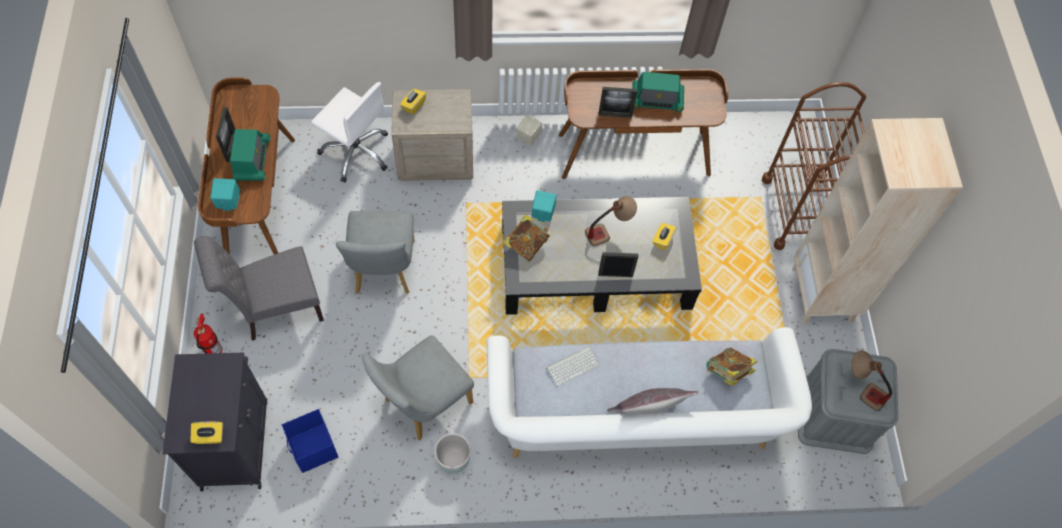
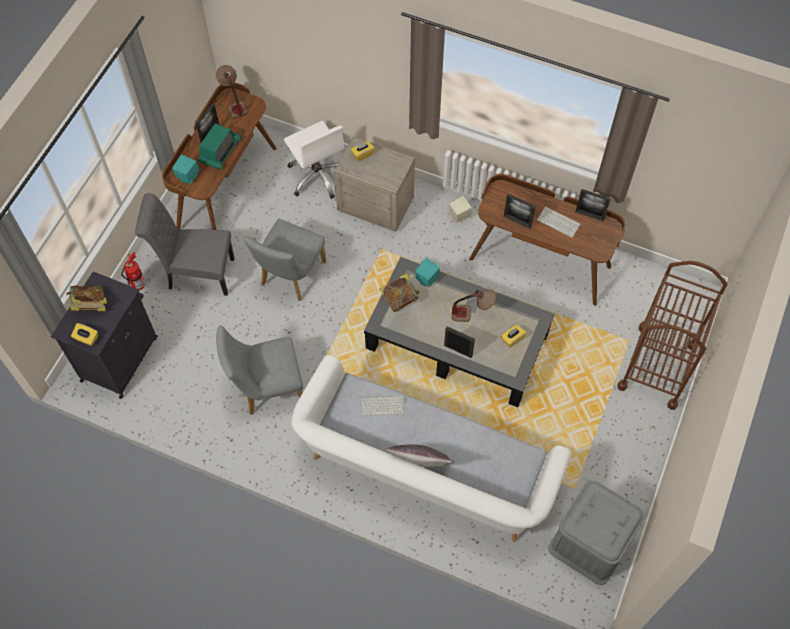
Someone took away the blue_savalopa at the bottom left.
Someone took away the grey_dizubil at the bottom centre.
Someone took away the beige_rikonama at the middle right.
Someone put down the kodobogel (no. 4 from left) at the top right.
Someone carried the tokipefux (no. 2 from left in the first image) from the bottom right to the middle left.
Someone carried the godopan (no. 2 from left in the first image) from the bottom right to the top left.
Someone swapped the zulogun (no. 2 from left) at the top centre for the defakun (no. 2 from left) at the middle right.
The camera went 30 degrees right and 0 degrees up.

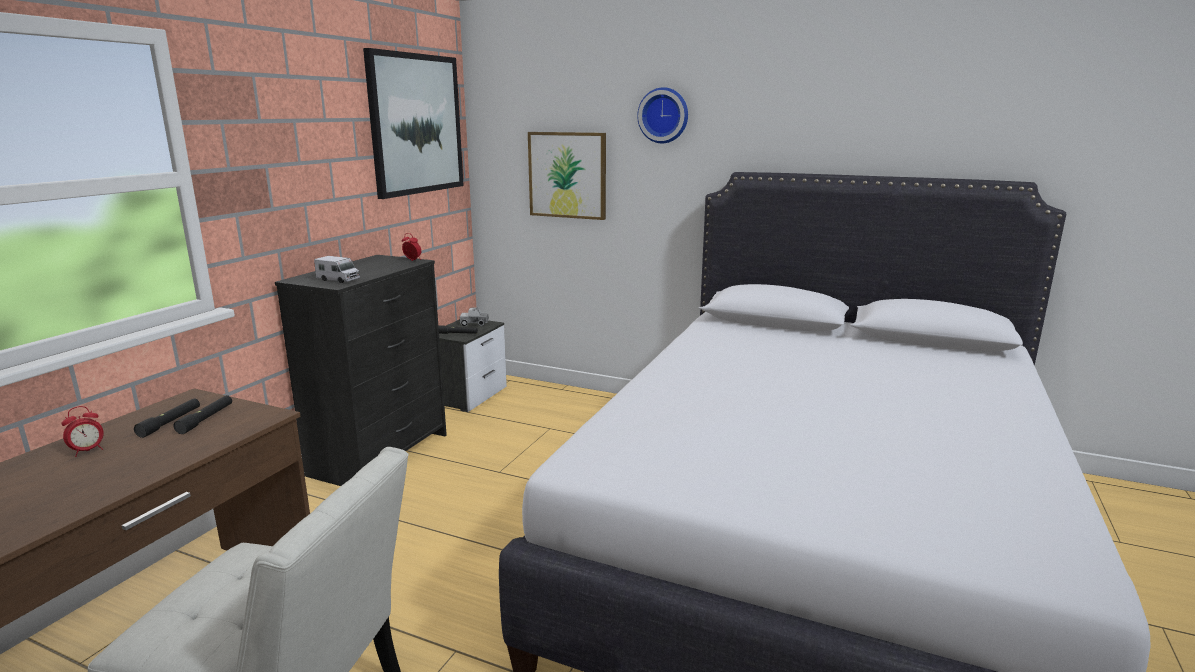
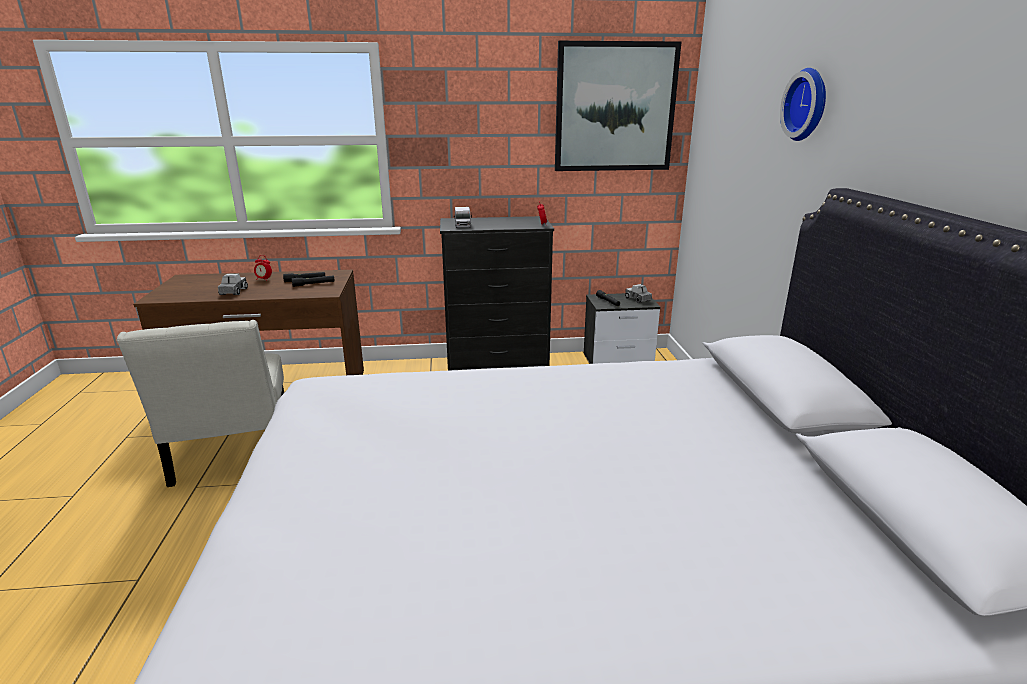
Someone took away the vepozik (no. 2 from left) at the top centre.
Someone put down the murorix (no. 1 from left) at the middle left.
The camera went 60 degrees right and 5 degrees up.

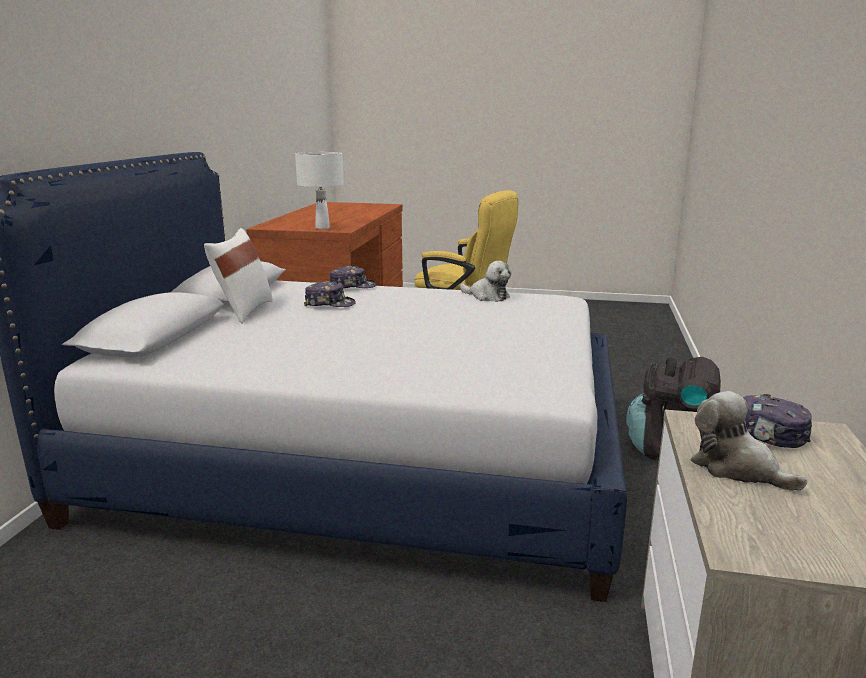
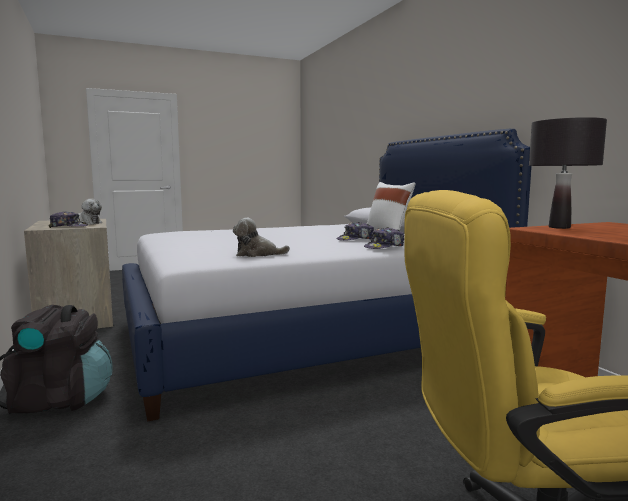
Someone repainted the white_godopan at the top centre, which became the black_godopan at the middle right.
The camera went 145 degrees right and 10 degrees down.

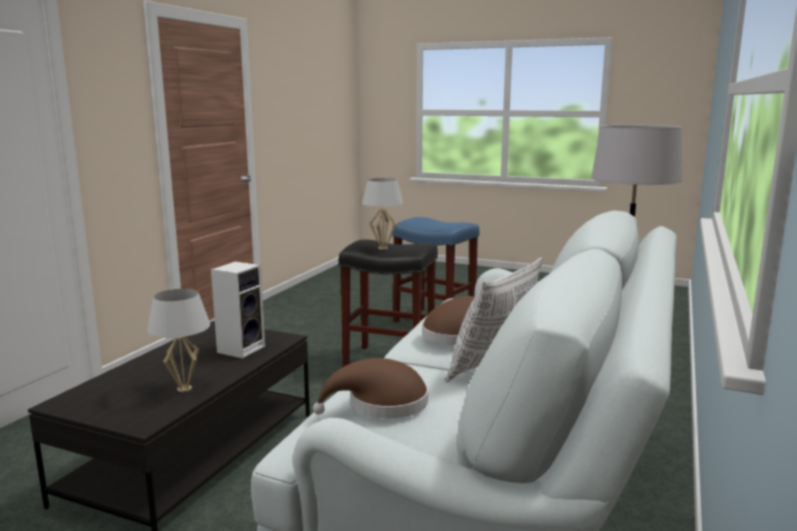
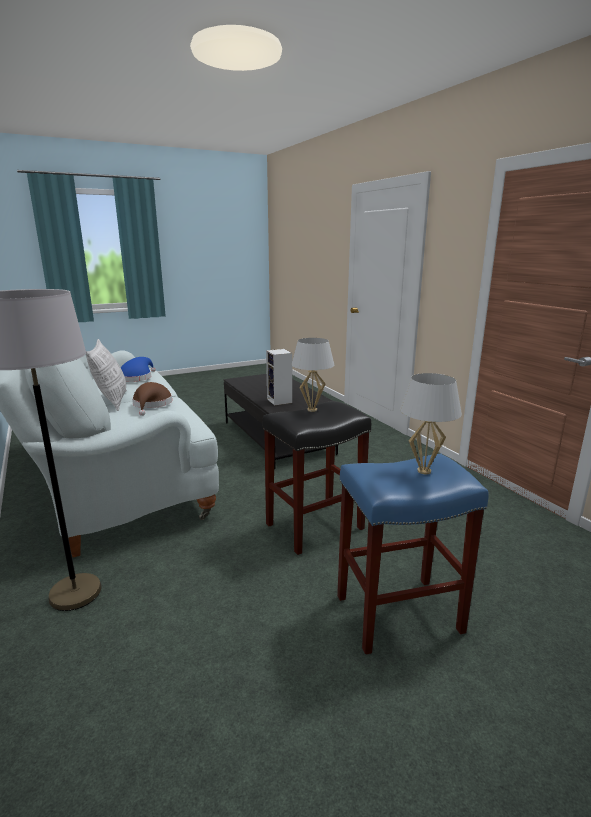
Someone carried the white_godopan (no. 1 from left in the first image) from the middle left to the middle right.
Someone repainted the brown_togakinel (no. 1 from left) at the bottom centre, which became the blue_togakinel at the middle left.
The camera went 130 degrees right and 5 degrees up.

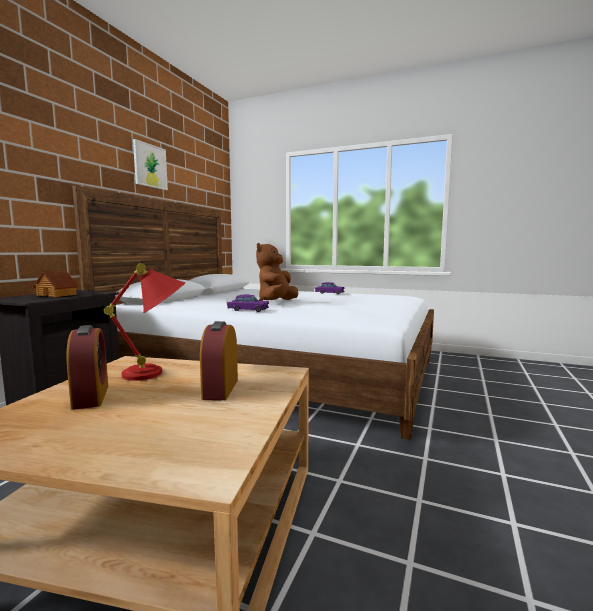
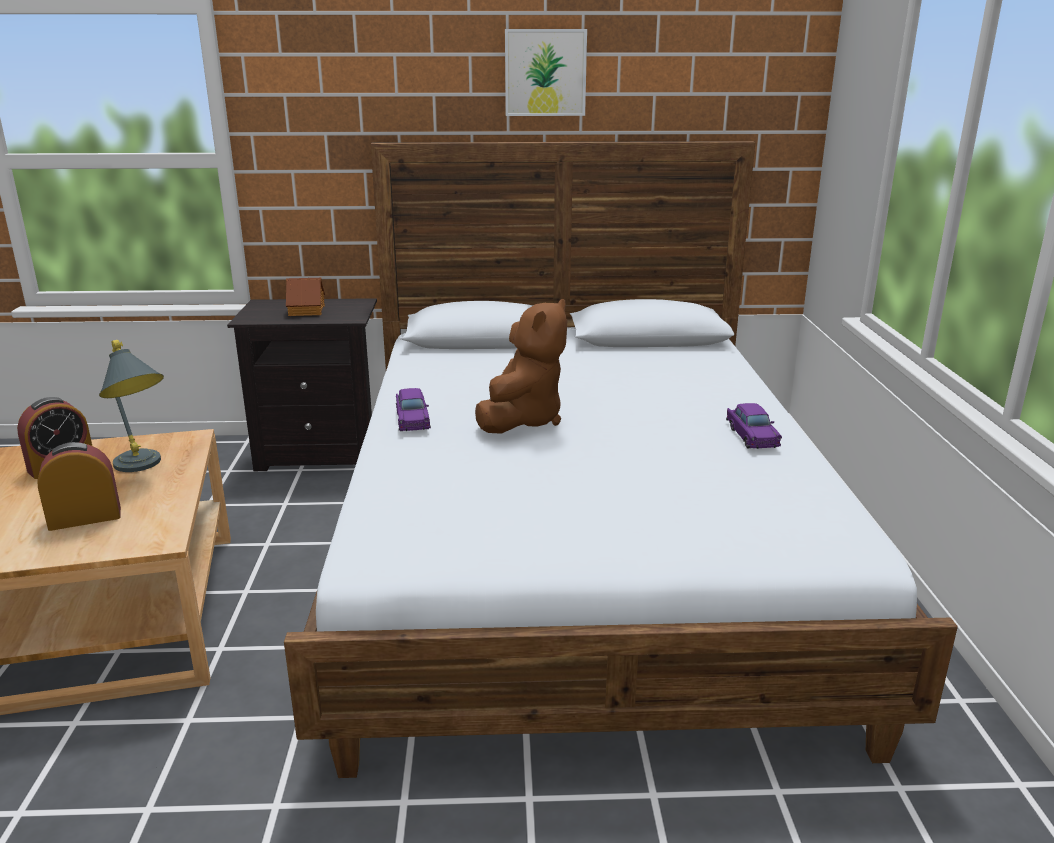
Someone repainted the red_godopan at the middle left, which became the grey_godopan at the middle left.
Someone rotated the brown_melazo at the centre by 120 degrees clockwise.
The camera went 65 degrees right and 15 degrees up.

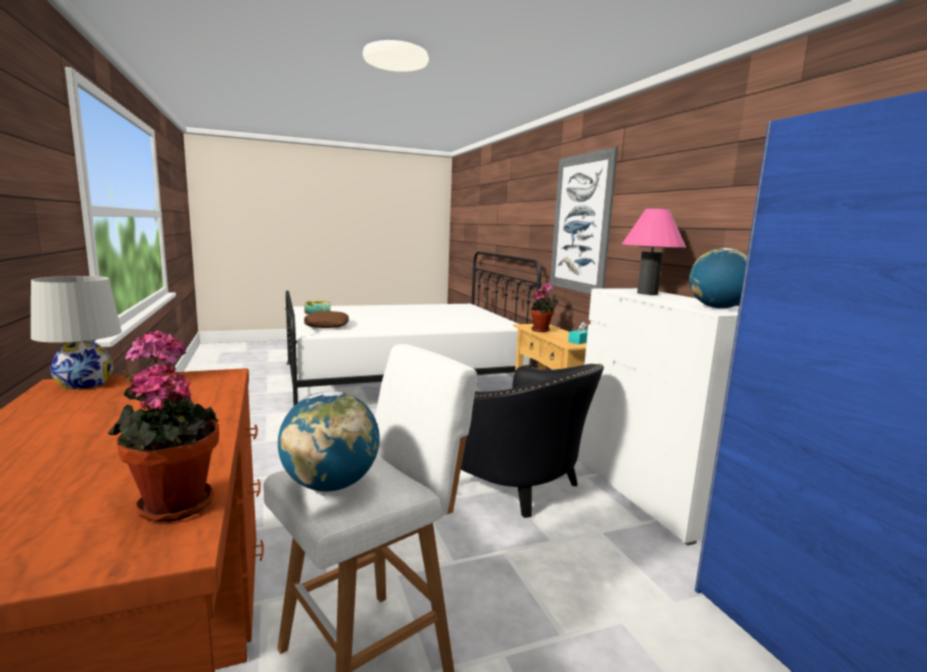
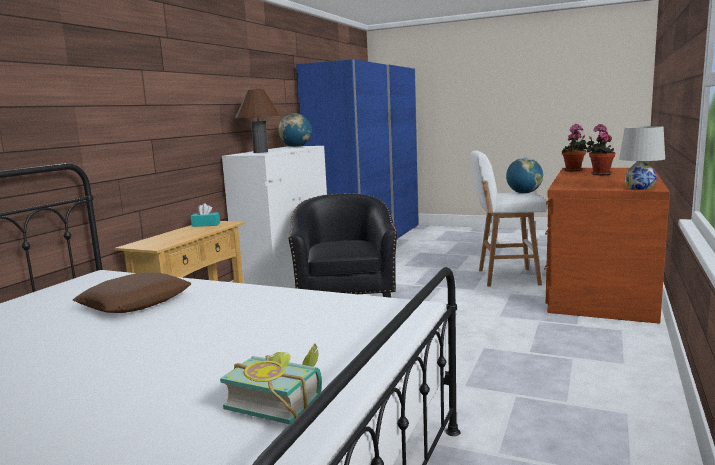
Someone took away the vepozik at the top centre.
Someone carried the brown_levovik from the centre to the middle left.
Someone carried the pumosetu (no. 2 from left) from the centre to the top right.
Someone repainted the pink_godopan at the middle right, which became the brown_godopan at the top centre.
The camera went 135 degrees left and 0 degrees up.

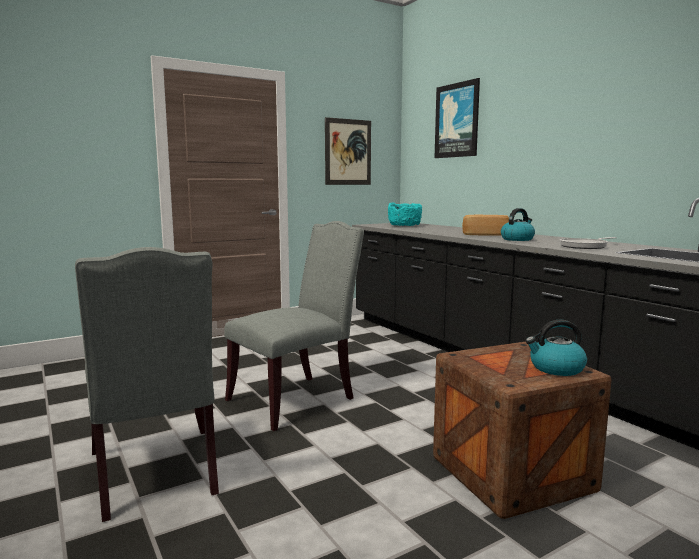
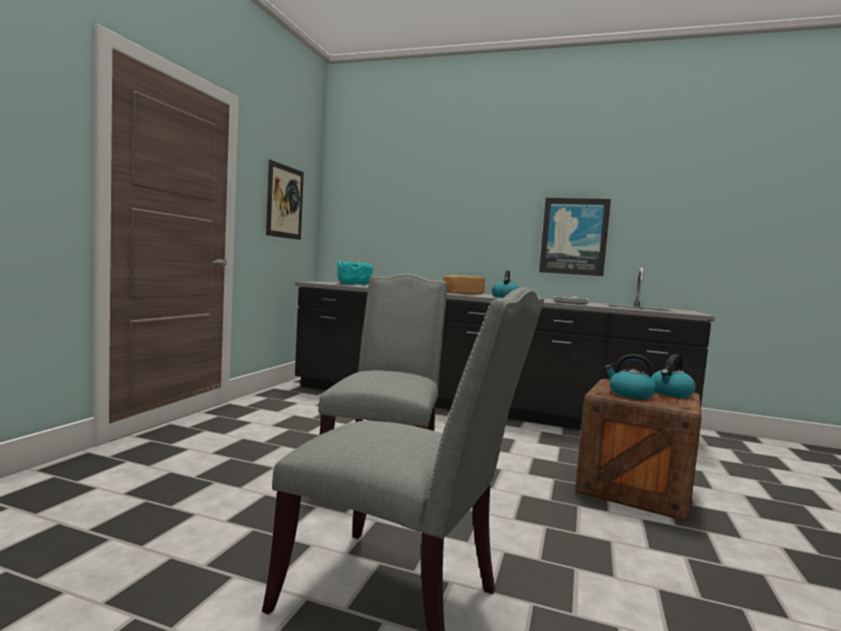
Someone put down the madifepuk (no. 2 from left) at the middle right.
Someone carried the vepozik (no. 2 from left) from the top centre to the middle right.
The camera went 40 degrees left and 5 degrees down.

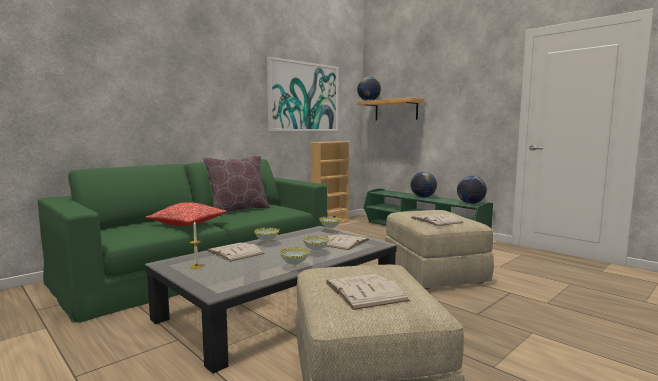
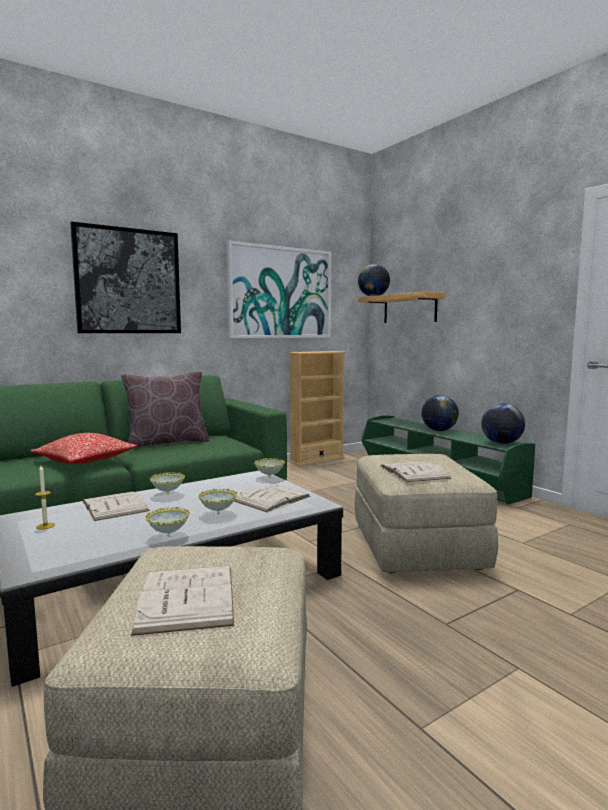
Someone put up the vepozik (no. 1 from left) at the middle left.
The camera went 10 degrees right and 0 degrees up.

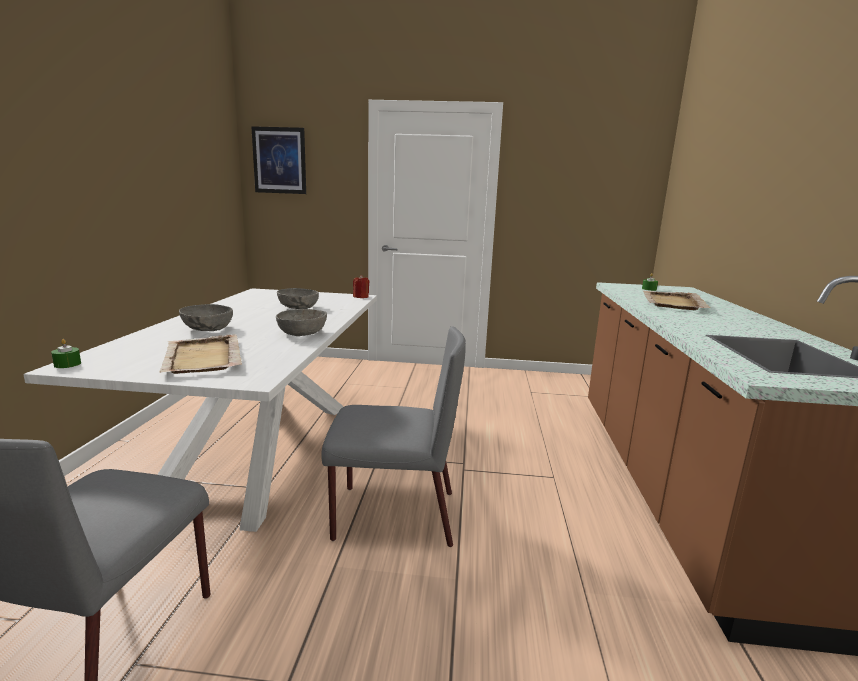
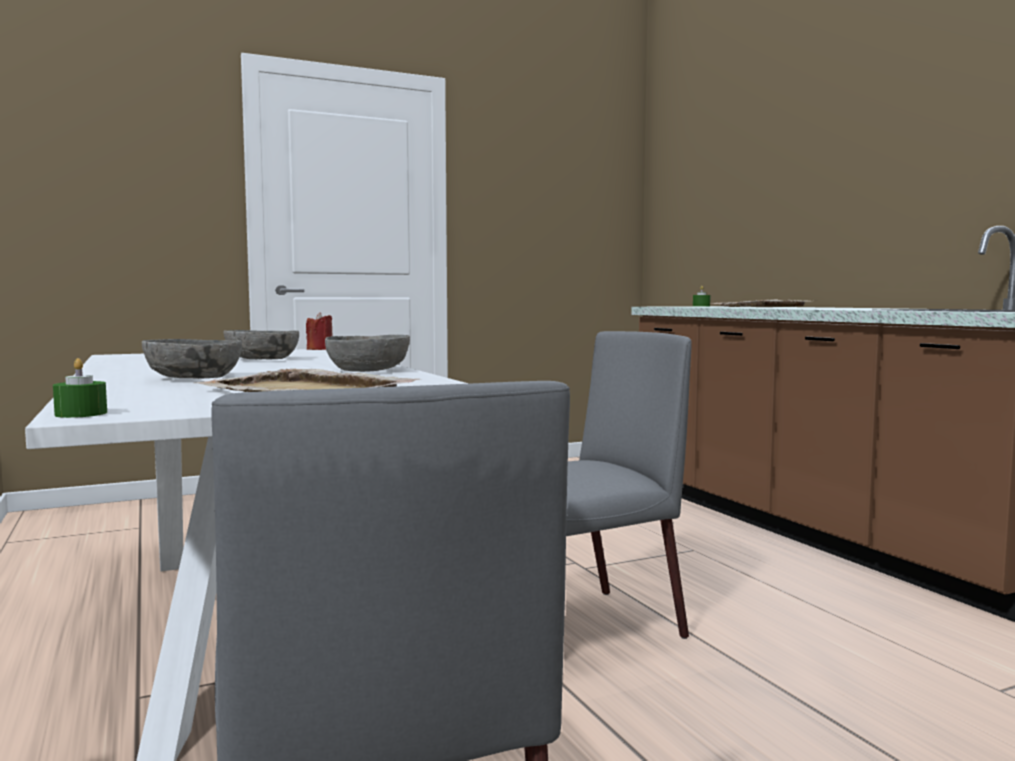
Someone took away the vepozik at the top left.
The camera went 30 degrees left and 10 degrees down.

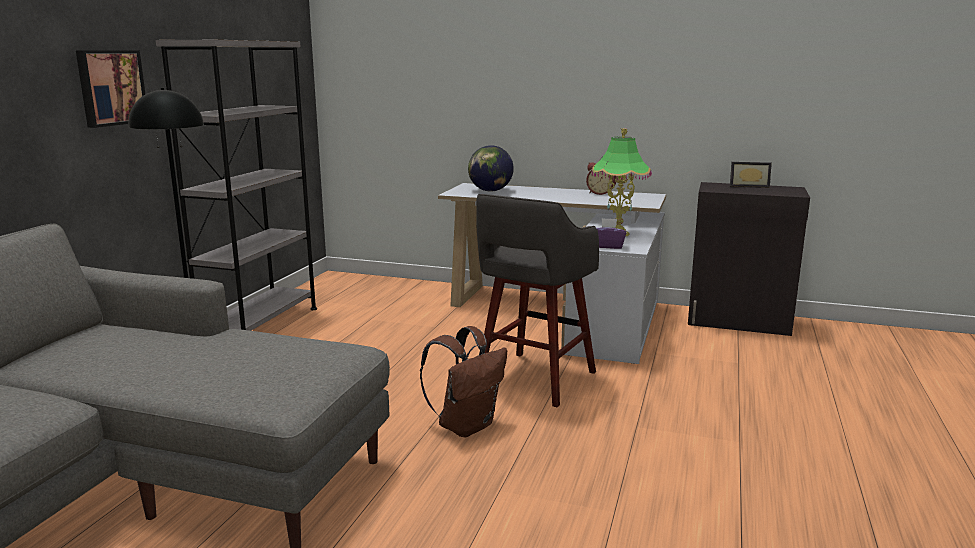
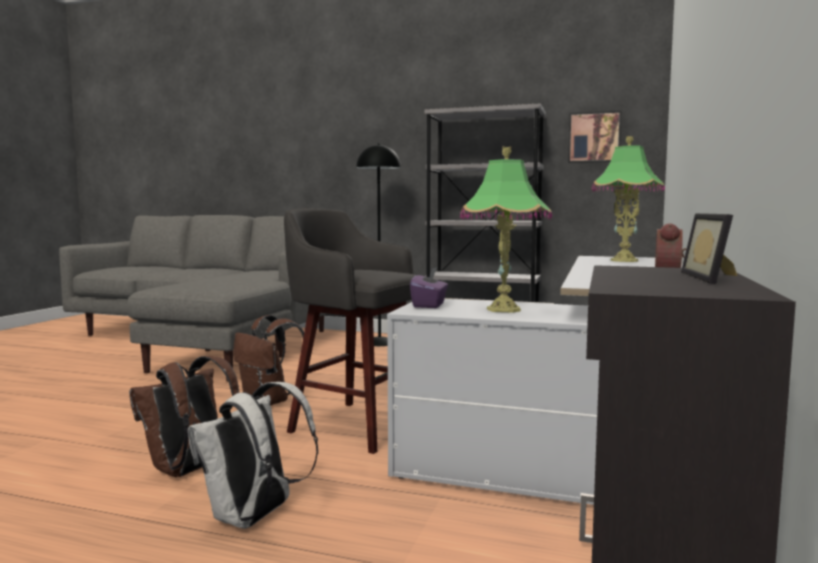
Someone put down the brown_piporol (no. 1 from left) at the bottom left.
Someone put down the white_piporol at the bottom left.
Someone carried the vepozik from the top left to the top right.
Someone swapped the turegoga at the top centre for the godopan (no. 2 from left) at the middle right.
The camera went 90 degrees right and 10 degrees down.

